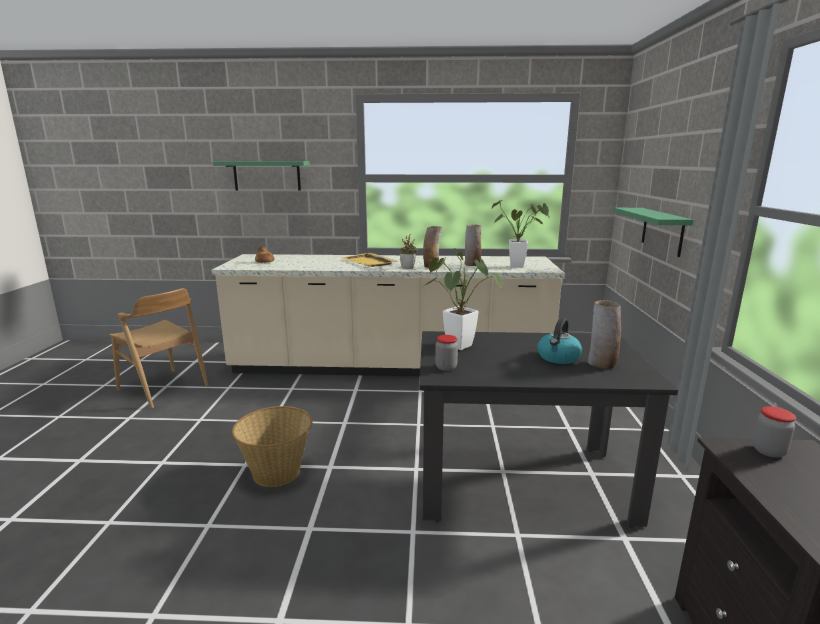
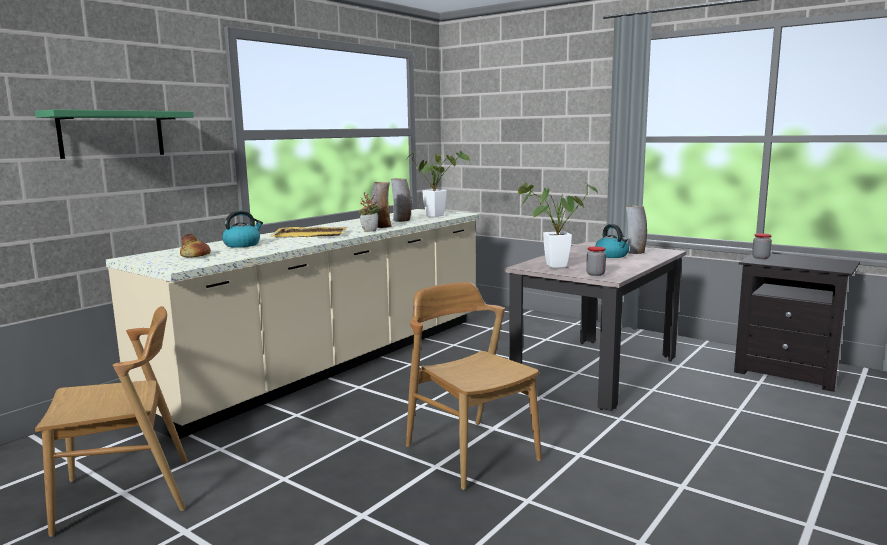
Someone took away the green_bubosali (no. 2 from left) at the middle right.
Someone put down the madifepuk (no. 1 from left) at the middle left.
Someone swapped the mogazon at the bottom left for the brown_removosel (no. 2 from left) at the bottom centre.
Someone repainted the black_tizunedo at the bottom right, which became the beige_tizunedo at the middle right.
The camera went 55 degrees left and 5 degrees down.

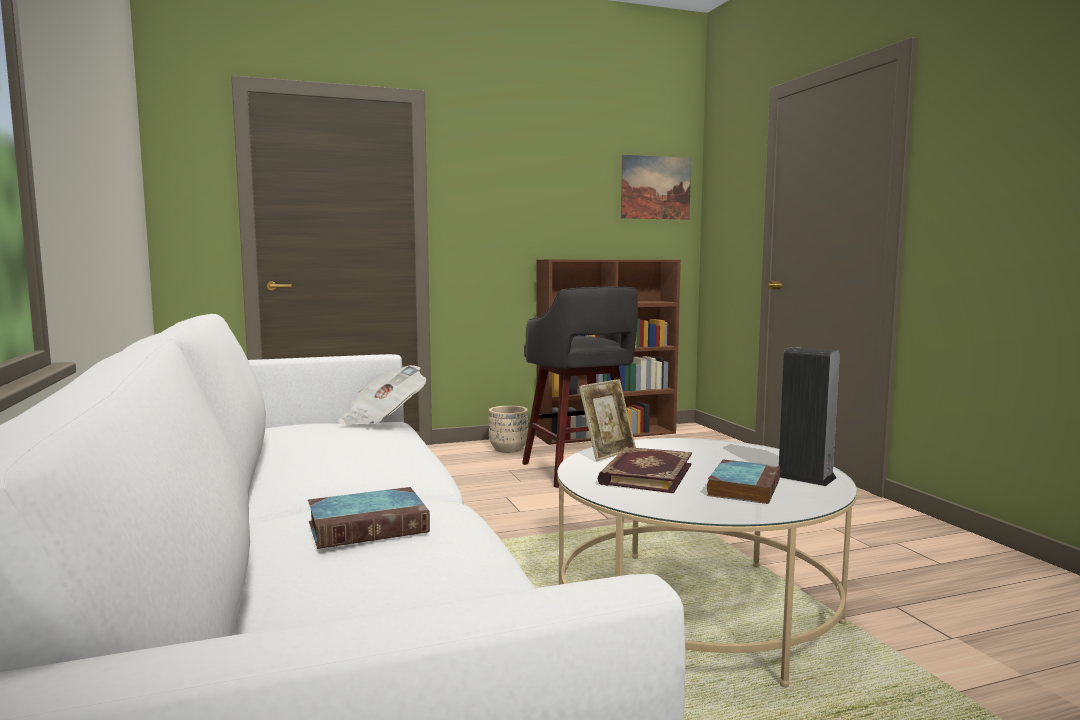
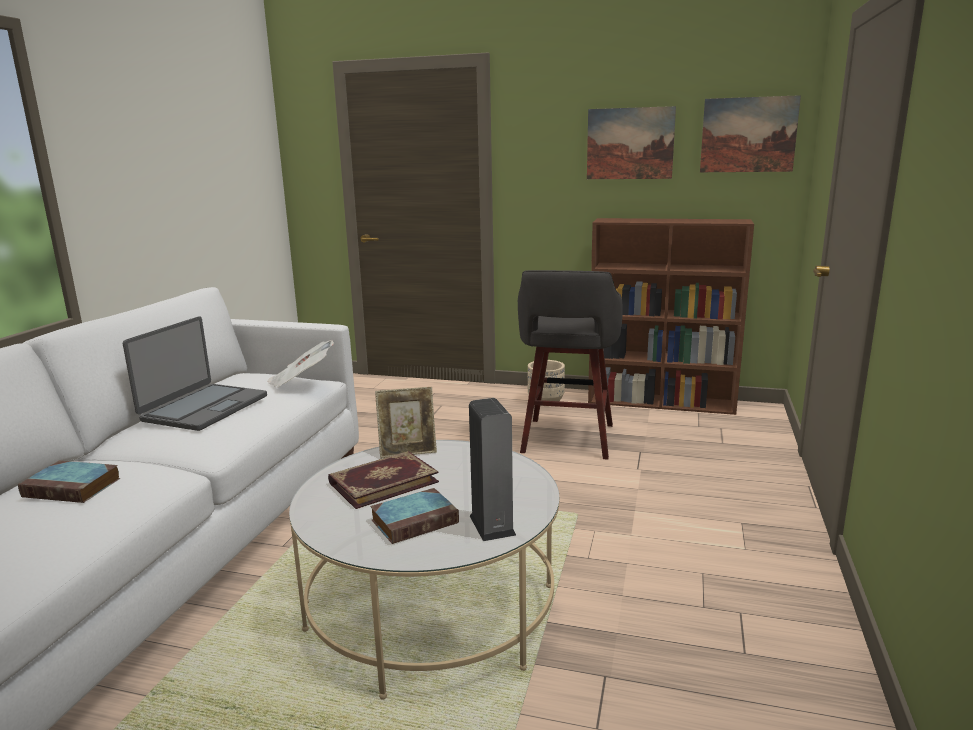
Someone put down the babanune at the middle left.
Someone put up the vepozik (no. 1 from left) at the top centre.
The camera went 35 degrees right and 10 degrees up.

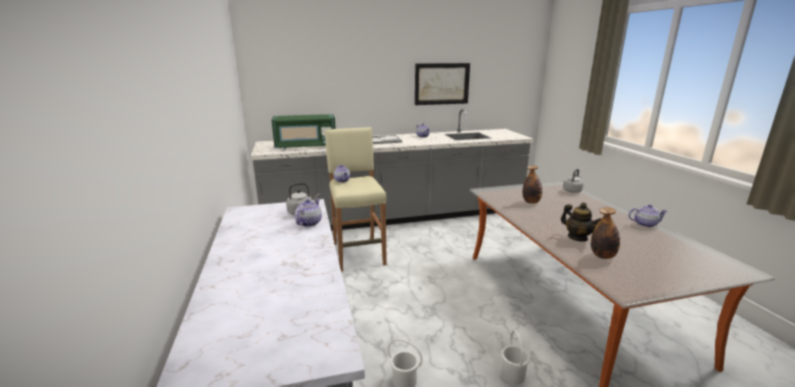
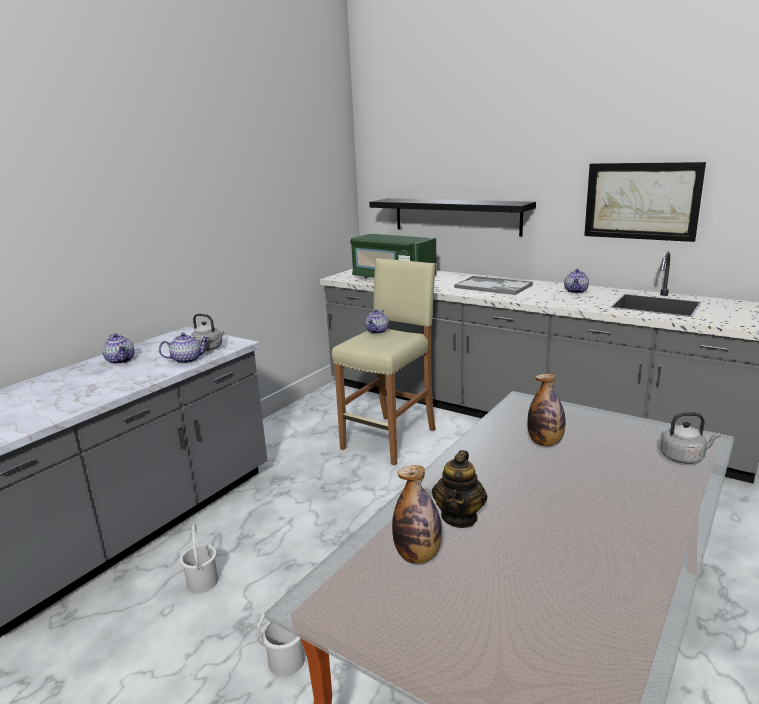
Someone put up the black_bubosali at the top centre.
Someone carried the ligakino (no. 5 from left in the first image) from the middle right to the middle left.
The camera went 50 degrees right and 0 degrees up.

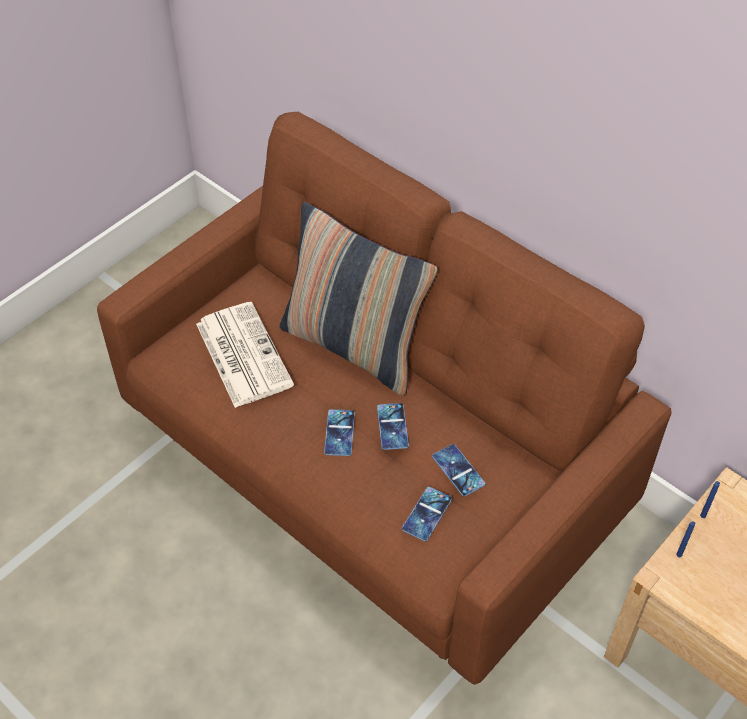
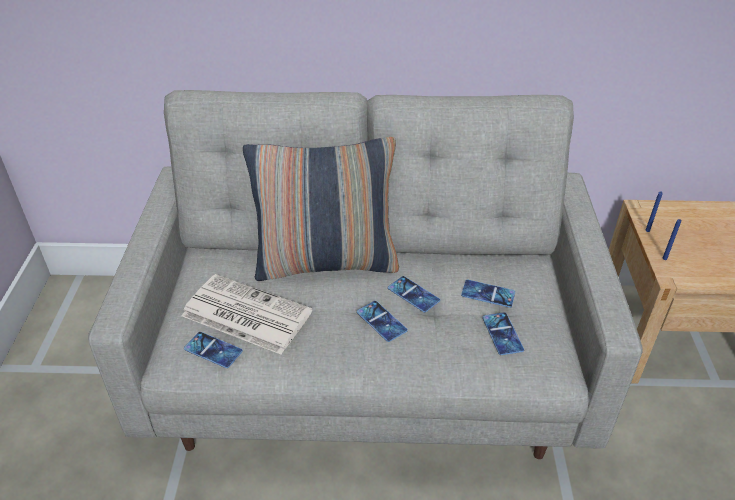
Someone put down the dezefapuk (no. 1 from left) at the bottom left.
Someone repainted the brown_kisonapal at the centre, which became the grey_kisonapal at the centre.
The camera went 40 degrees left and 10 degrees down.

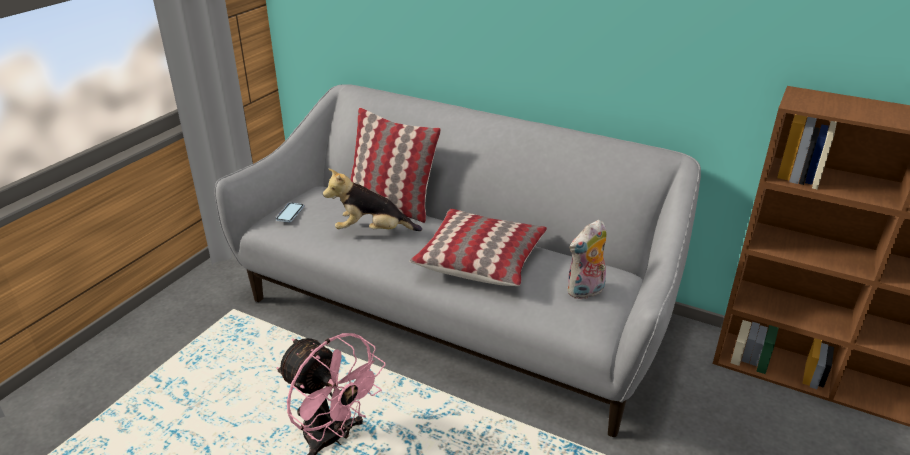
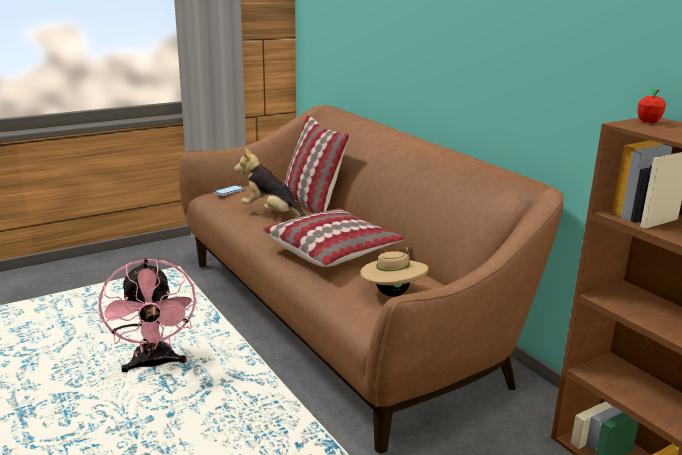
Someone put down the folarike at the top right.
Someone swapped the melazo (no. 2 from left) at the centre for the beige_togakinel at the centre.
Someone repainted the grey_kisonapal at the centre, which became the brown_kisonapal at the centre.
The camera went 30 degrees right and 10 degrees down.

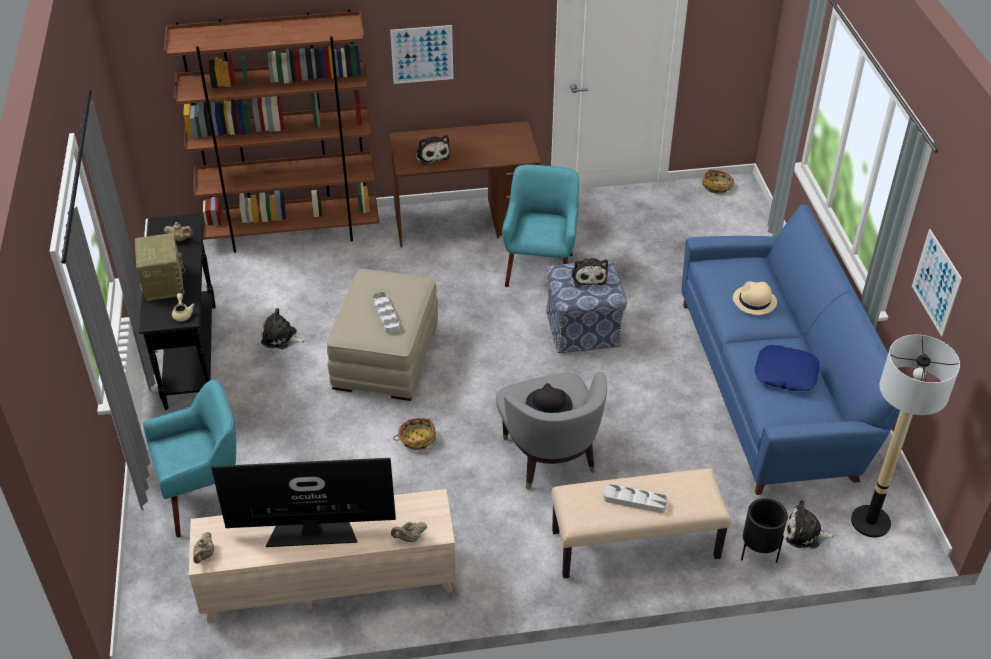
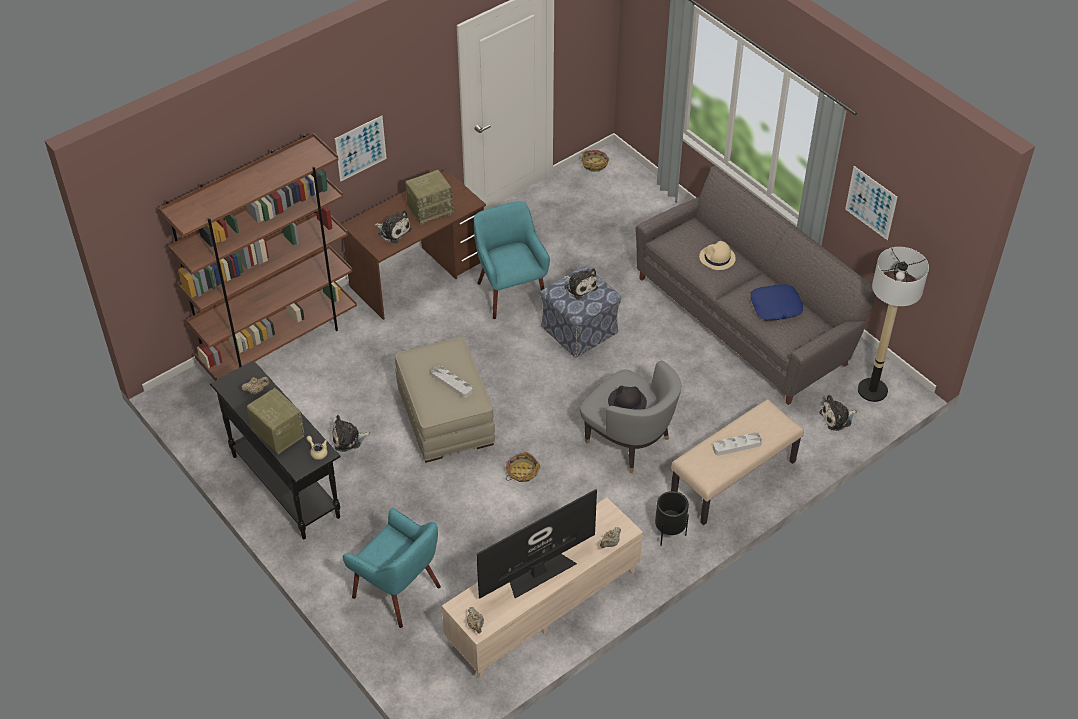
Someone put down the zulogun (no. 2 from left) at the top centre.
Someone carried the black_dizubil from the bottom right to the bottom centre.
Someone repainted the blue_kisonapal at the middle right, which became the grey_kisonapal at the middle right.
Someone rotated the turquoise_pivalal (no. 1 from left) at the bottom left by 90 degrees clockwise.
The camera went 30 degrees left and 5 degrees up.

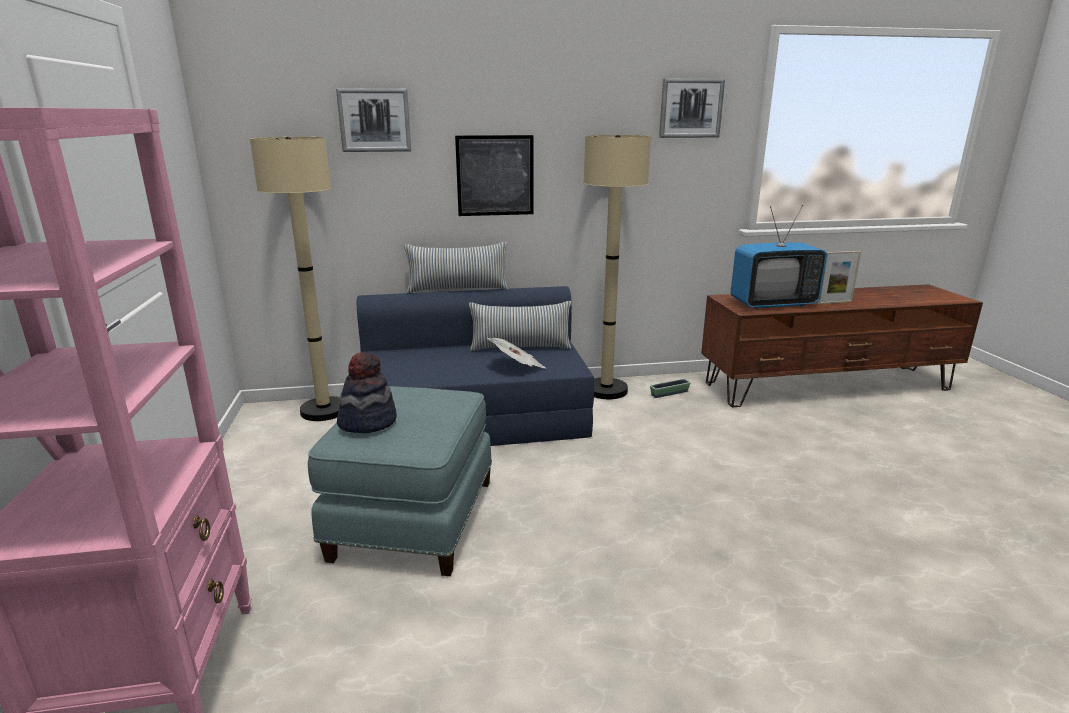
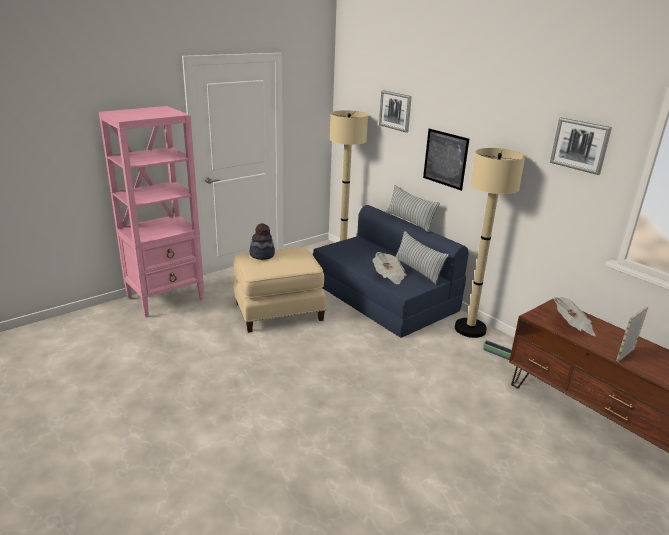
Someone swapped the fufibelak at the middle right for the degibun (no. 2 from left) at the middle right.
Someone repainted the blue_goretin at the bottom centre, which became the beige_goretin at the centre.
Someone rotated the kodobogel at the middle right by 90 degrees clockwise.
The camera went 60 degrees right and 5 degrees up.

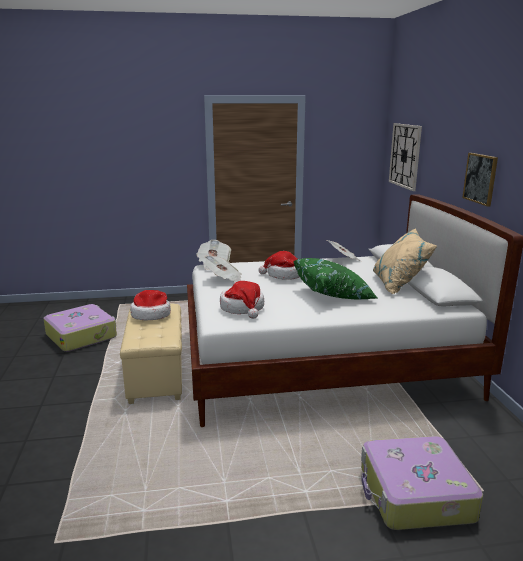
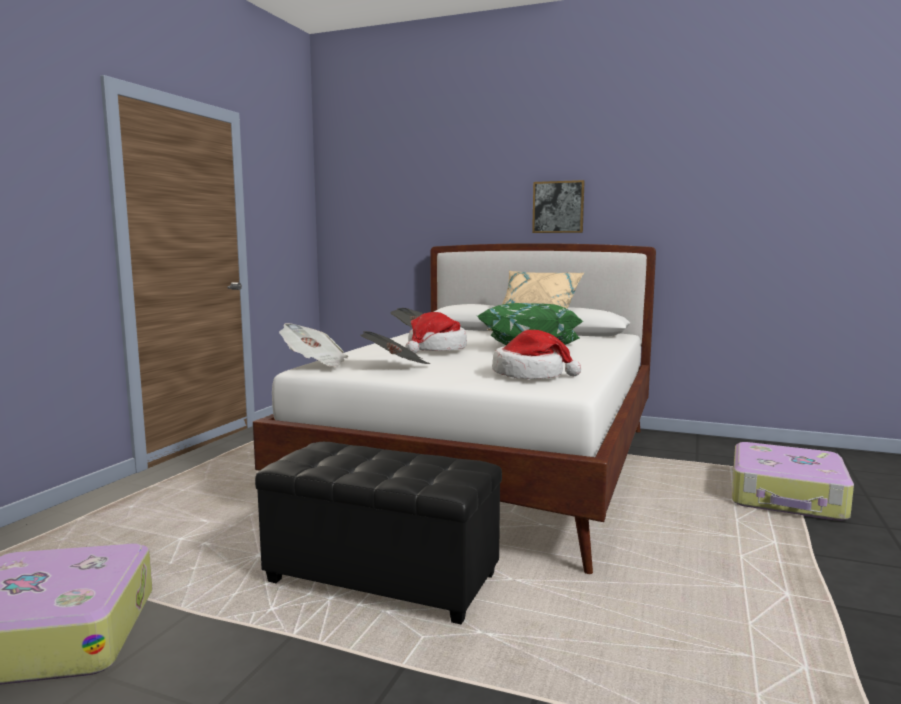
Someone took away the togakinel (no. 1 from left) at the middle left.
Someone took away the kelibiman at the top right.
Someone repainted the beige_goretin at the middle left, which became the black_goretin at the bottom centre.
The camera went 60 degrees left and 10 degrees down.

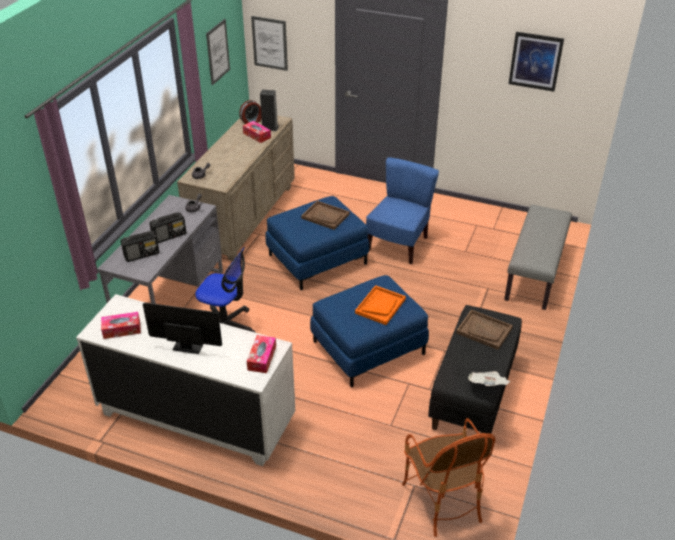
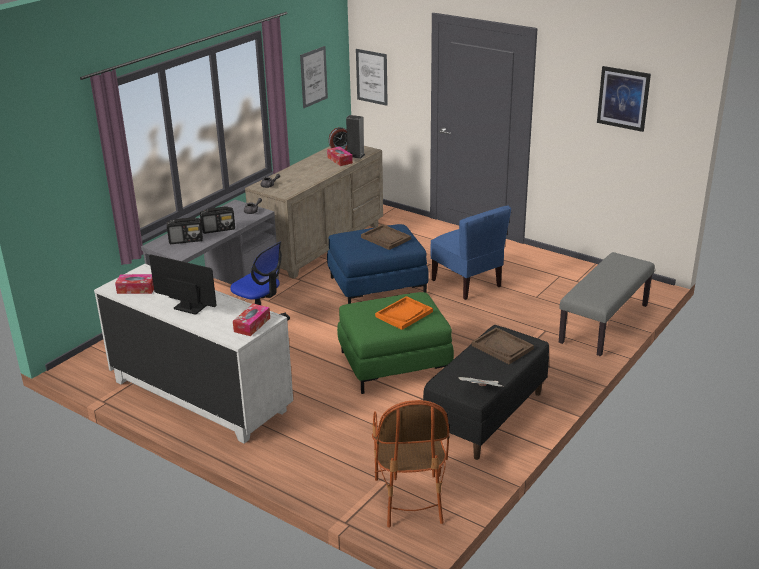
Someone repainted the blue_goretin (no. 2 from left) at the centre, which became the green_goretin at the centre.
Someone rotated the blue_removosel at the centre by 105 degrees clockwise.
The camera went 15 degrees right and 10 degrees down.

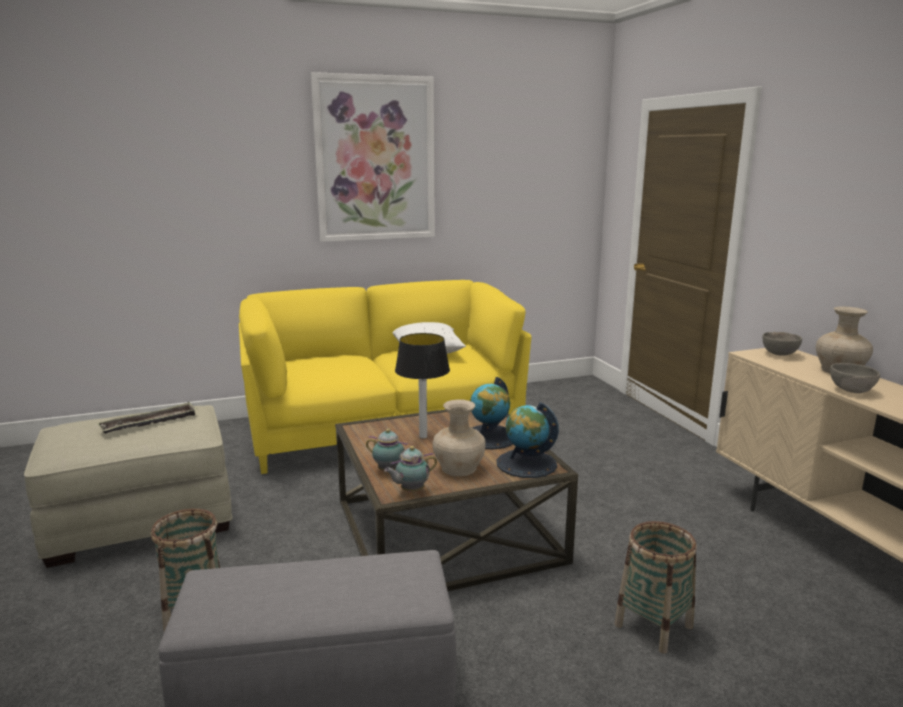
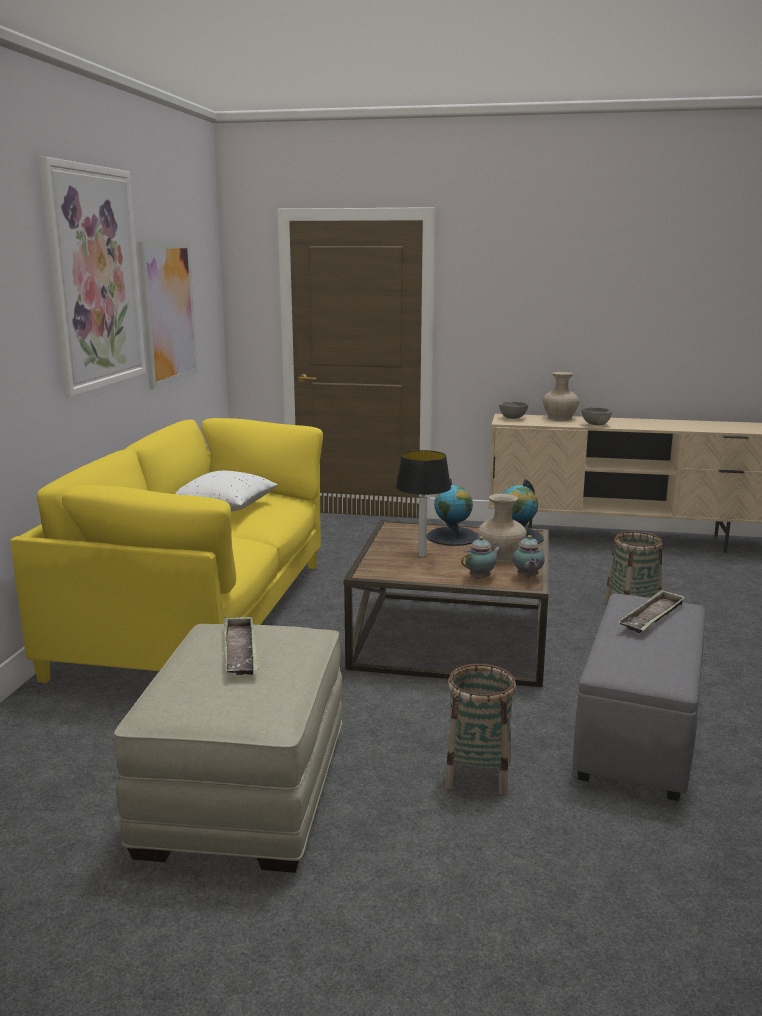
Someone put up the vepozik (no. 2 from left) at the top left.
Someone put down the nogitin (no. 2 from left) at the middle right.
The camera went 60 degrees left and 0 degrees up.

